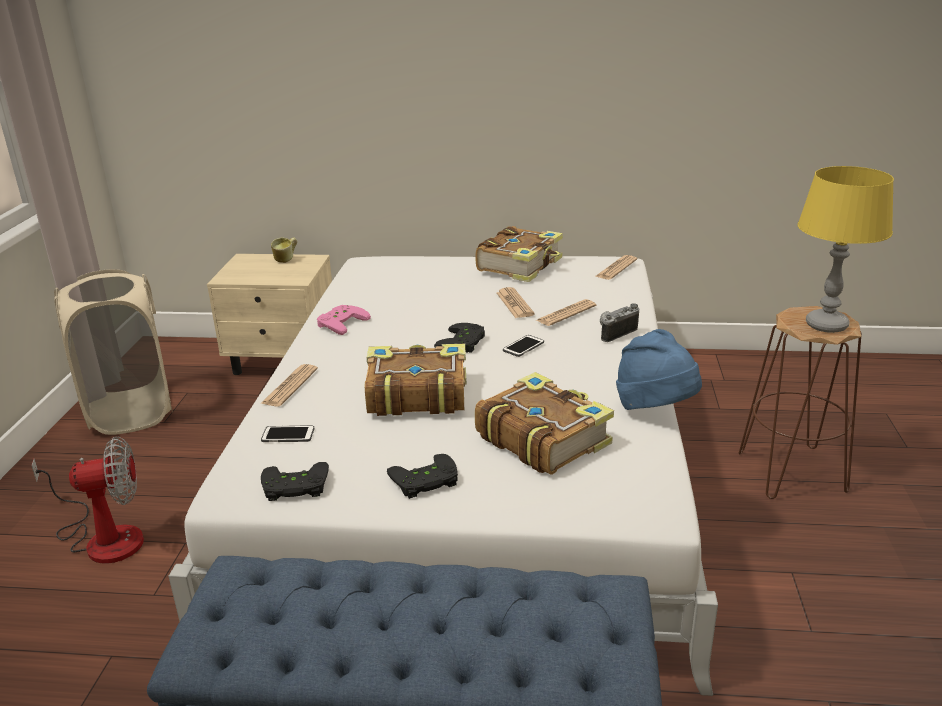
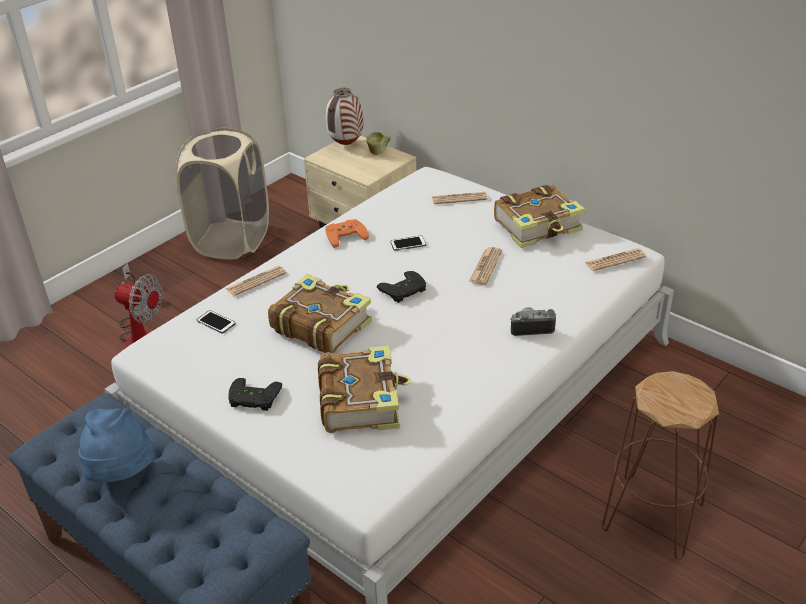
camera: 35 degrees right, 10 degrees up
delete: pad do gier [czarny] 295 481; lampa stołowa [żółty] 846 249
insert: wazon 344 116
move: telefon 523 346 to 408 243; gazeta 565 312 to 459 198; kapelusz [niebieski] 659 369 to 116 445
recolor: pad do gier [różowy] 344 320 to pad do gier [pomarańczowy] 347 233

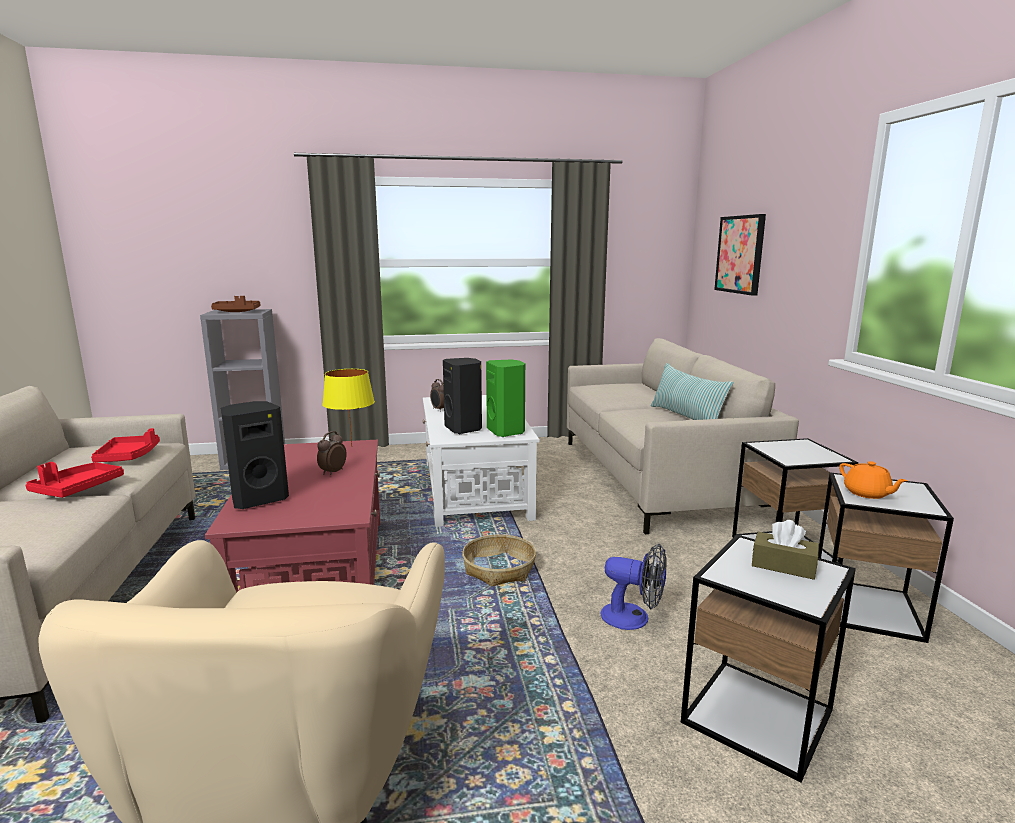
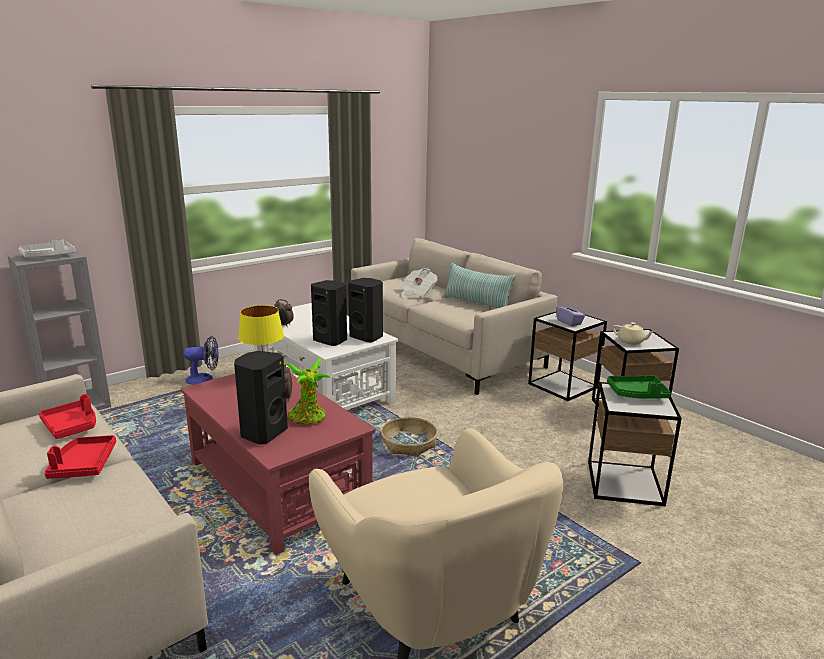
camera: 30 degrees left, 5 degrees up
delete: obraz 740 255
insert: roślina doniczkowa 307 391; gazeta 419 283; pudełko chusteczek [fioletowy] 570 314
move: wentylator 634 587 to 200 360
replace: pudełko chusteczek [brązowy] 785 550 to taca [zielony] 639 387
recolor: taca [brązowy] 235 304 to taca [szary] 47 249; głośnik [zielony] 505 398 to głośnik [czarny] 365 310; imbryk [pomarańczowy] 873 480 to imbryk [beżowy] 634 333

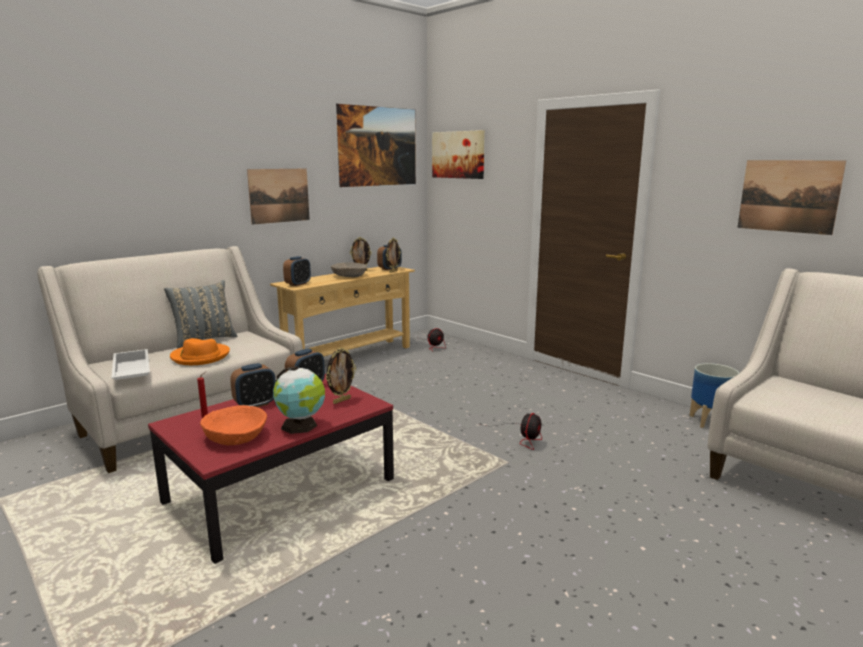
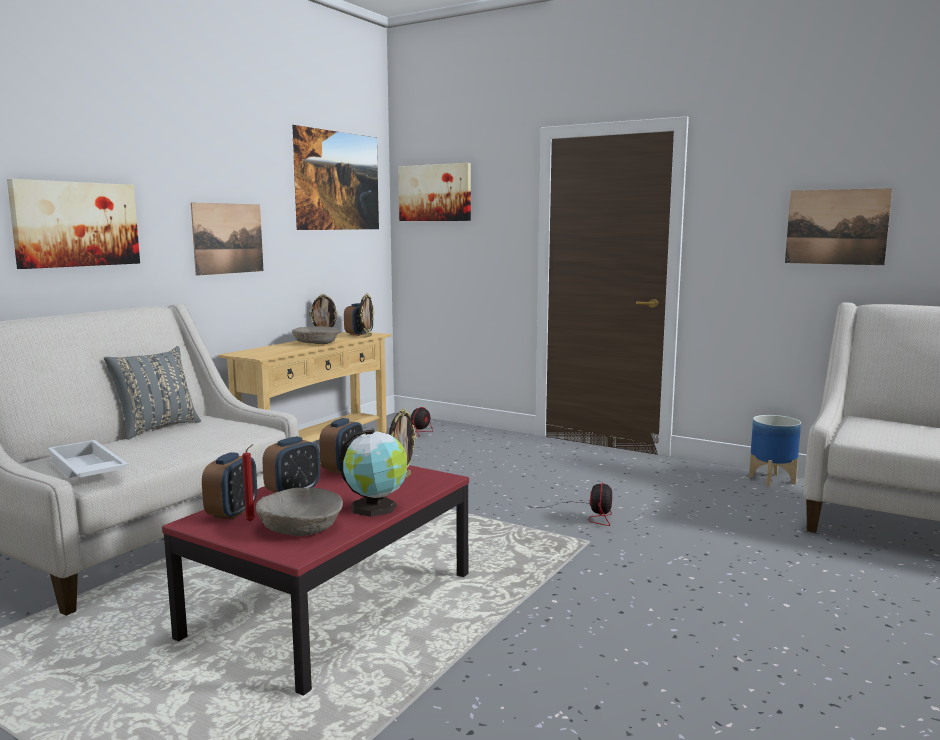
camera: 15 degrees left, 5 degrees down
delete: kapelusz [pomarańczowy] 200 351
insert: obraz 73 224
move: budzik 297 271 to 229 486
recolor: miska [pomarańczowy] 233 425 to miska [beżowy] 299 511

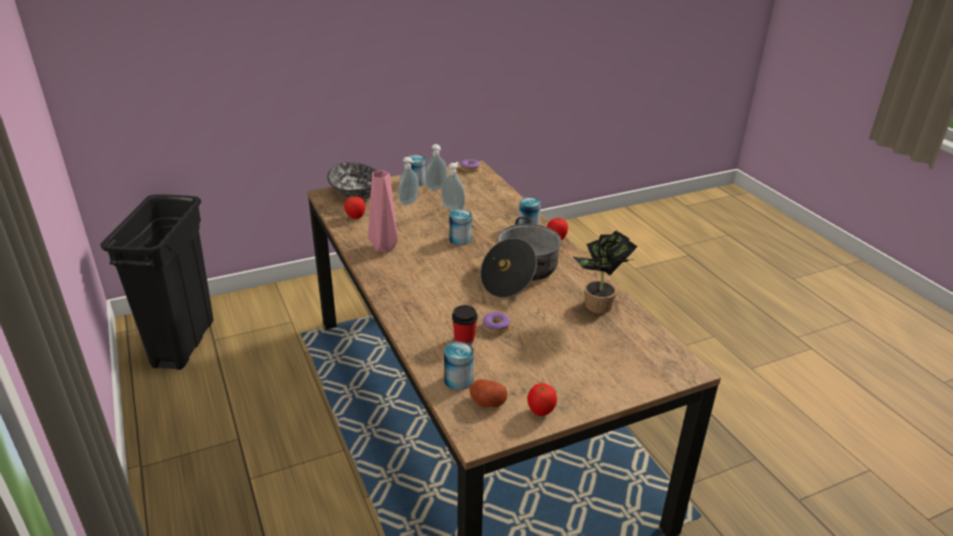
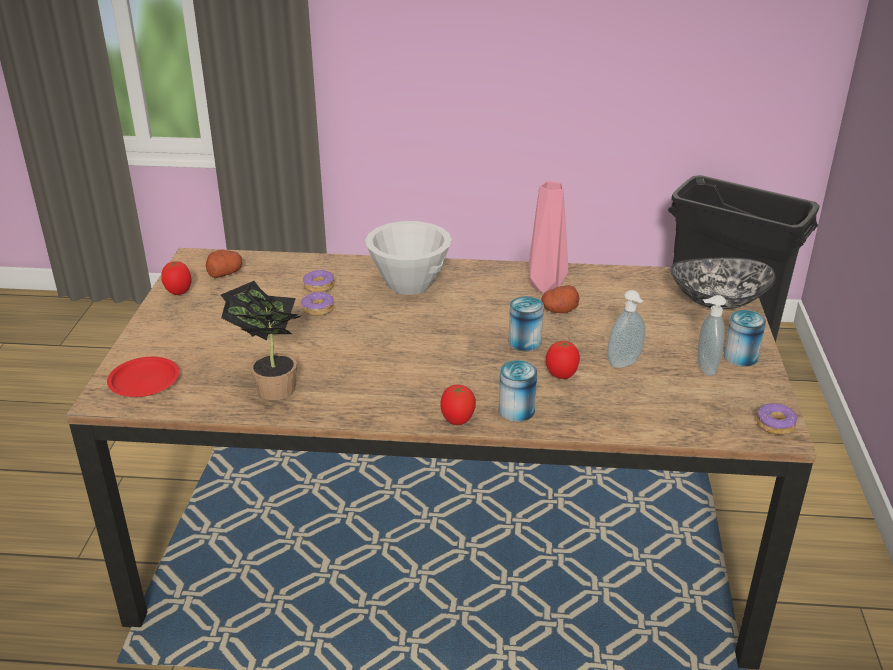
camera: 120 degrees right, 0 degrees up
delete: dozownik mydła 408 181; puszka 458 366; garnek 521 257
insert: talerz [czerwony] 143 377; miska [biały] 408 258; ziemniak 560 299
move: pomidor 354 207 to 563 360
replace: filiżanka 465 325 to donut 318 281

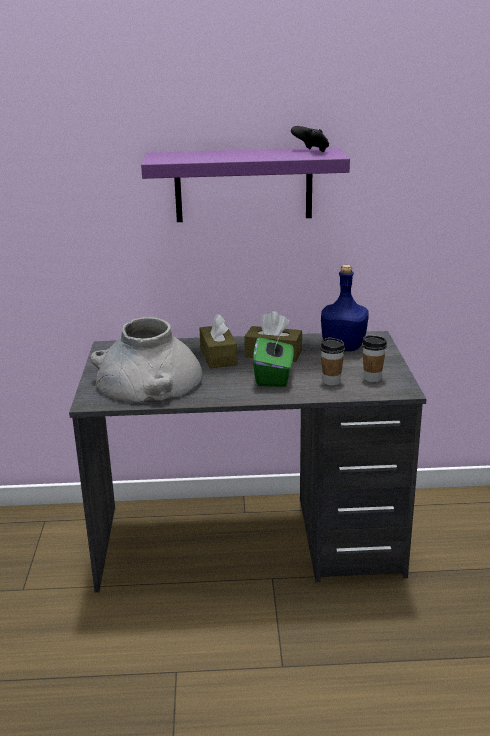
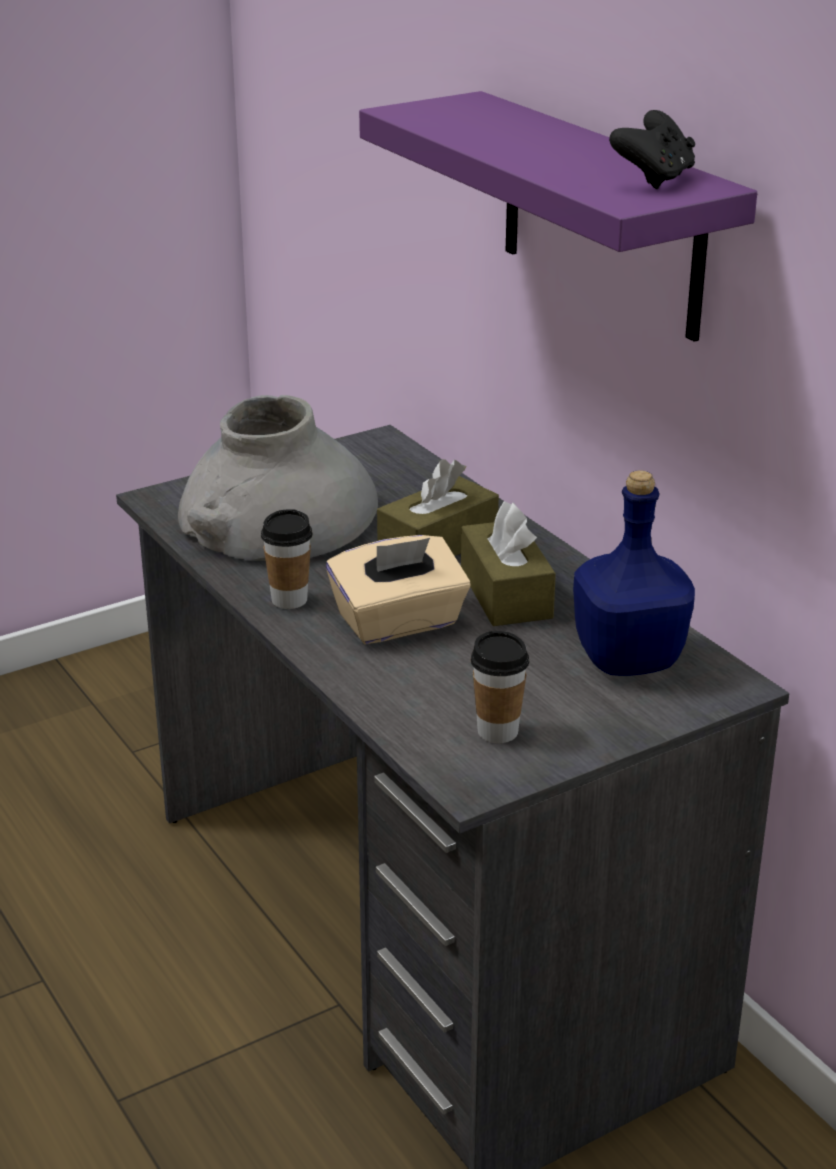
camera: 60 degrees right, 5 degrees up
move: filiżanka 332 361 to 286 559
recolor: pudełko chusteczek [zielony] 273 361 to pudełko chusteczek [beżowy] 398 589

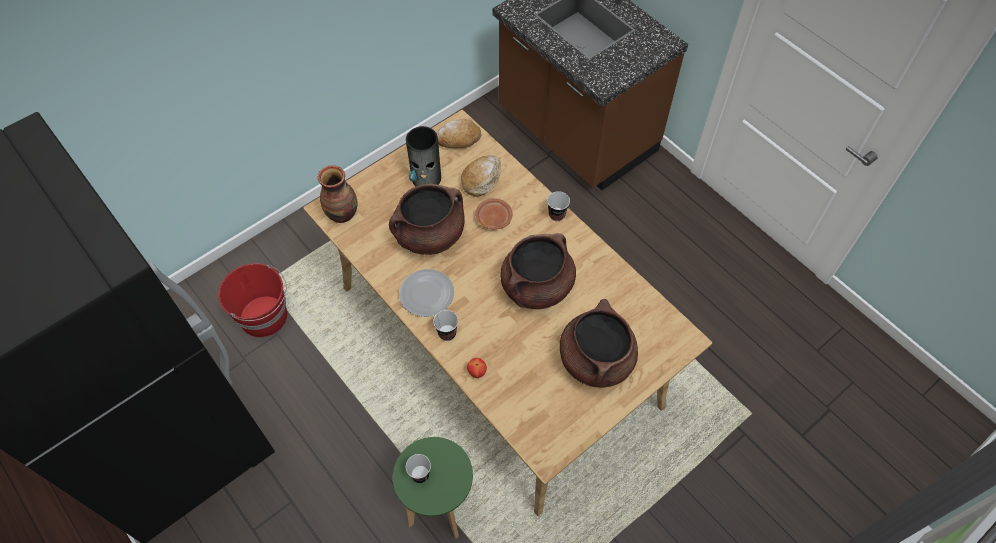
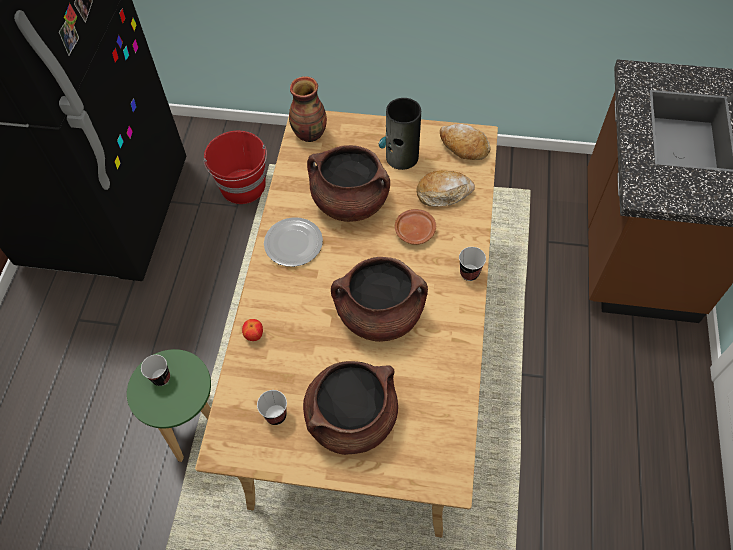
camera: 50 degrees right, 0 degrees up
move: filiżanka 445 325 to 272 407

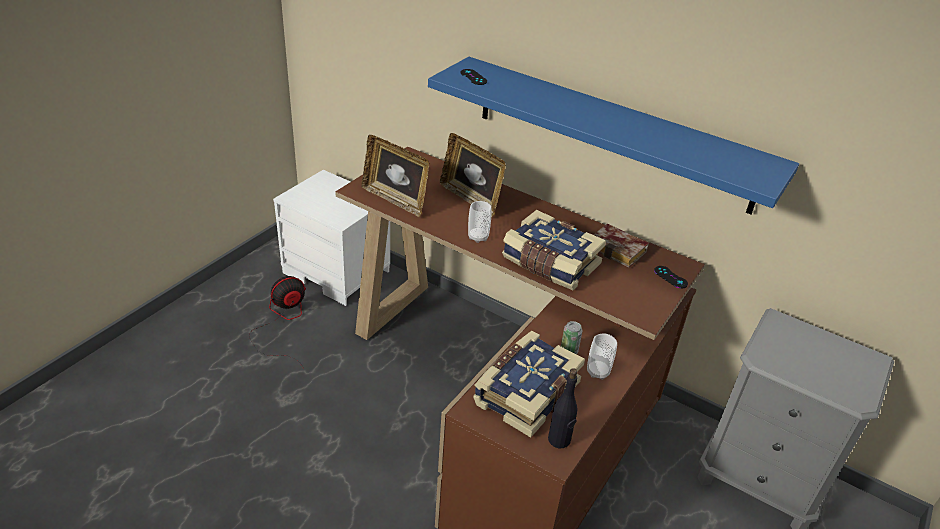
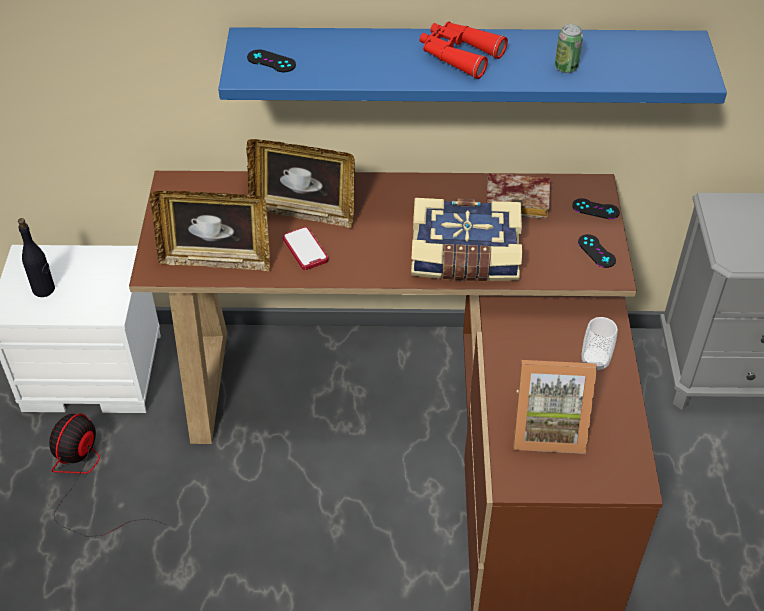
camera: 30 degrees left, 10 degrees up
delete: filiżanka 479 222
insert: telefon 305 248; lornetka [czerwony] 464 50; pad do gier [czarny] 597 251
move: butelka [czarny] 563 408 to 36 257; puszka 571 338 to 569 48
replace: książka 529 384 to ramka na zdjęcie 555 407

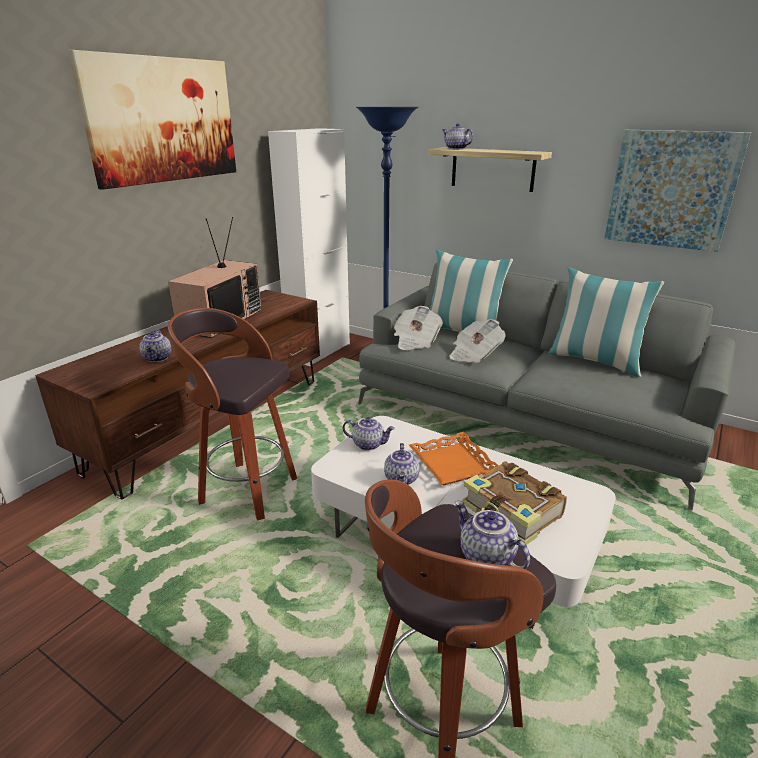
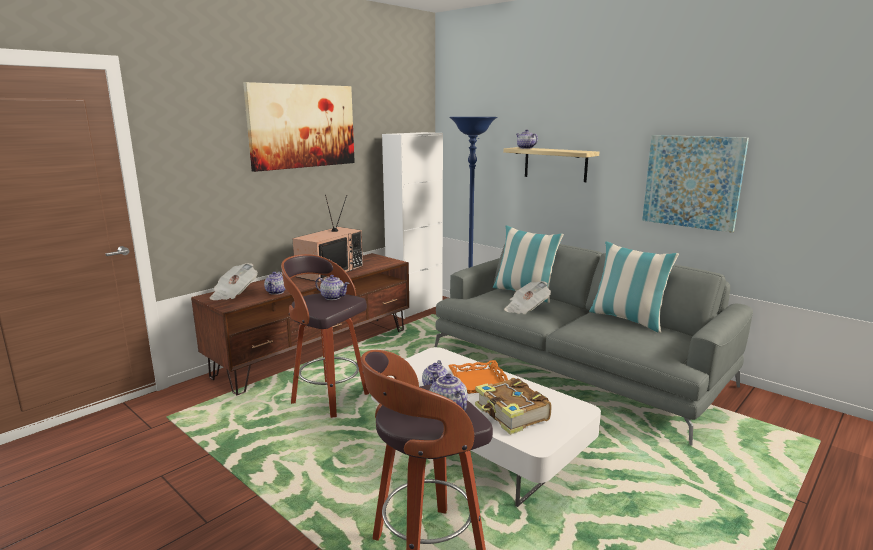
camera: 10 degrees right, 10 degrees down
move: imbryk 369 434 to 332 287; gazeta 418 328 to 234 281

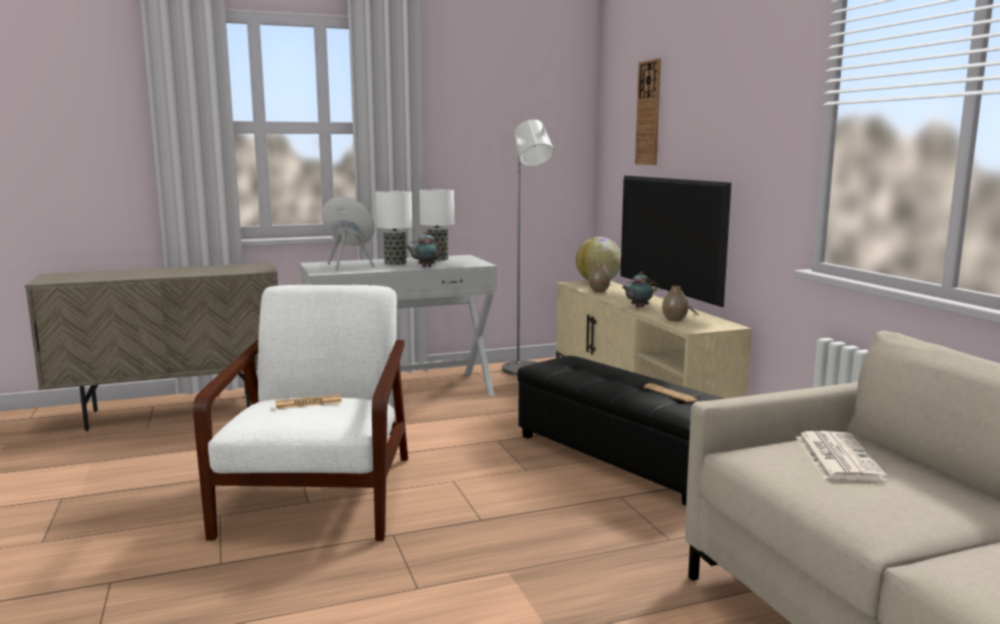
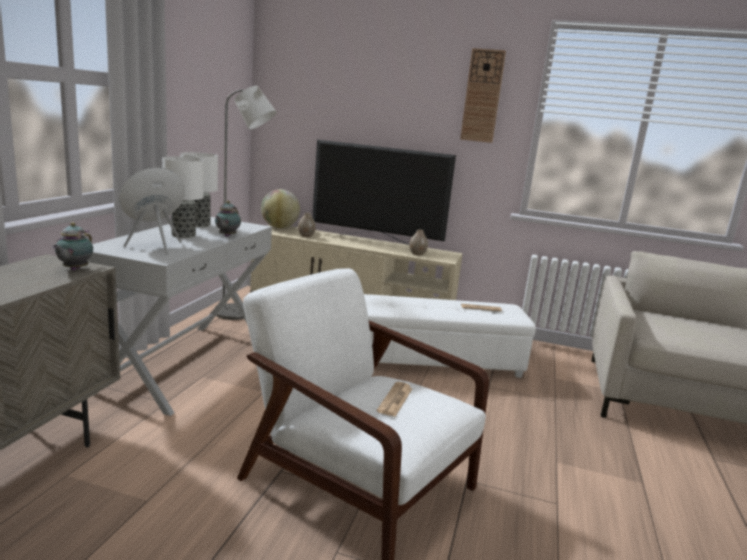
camera: 55 degrees left, 5 degrees up
delete: gazeta 842 456
move: imbryk 639 290 to 72 246; zegar ścienny 648 111 to 483 95
recolor: pufa [czarny] 621 430 to pufa [biały] 450 336

